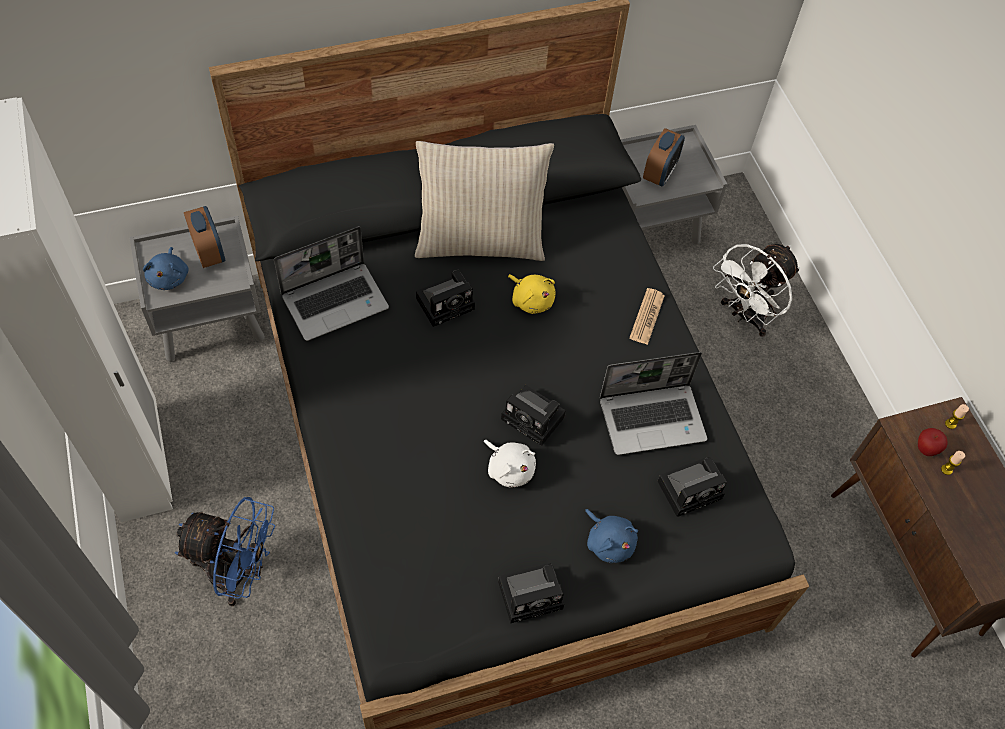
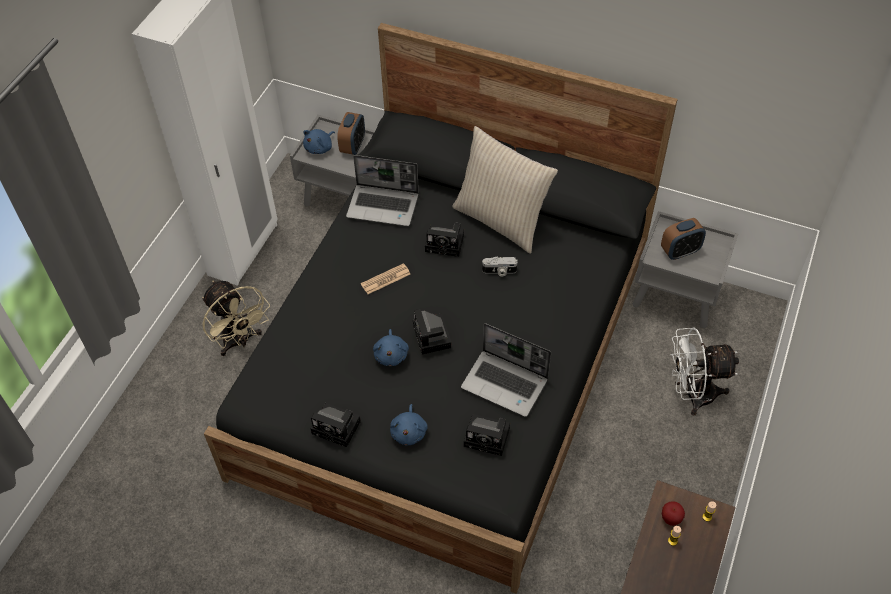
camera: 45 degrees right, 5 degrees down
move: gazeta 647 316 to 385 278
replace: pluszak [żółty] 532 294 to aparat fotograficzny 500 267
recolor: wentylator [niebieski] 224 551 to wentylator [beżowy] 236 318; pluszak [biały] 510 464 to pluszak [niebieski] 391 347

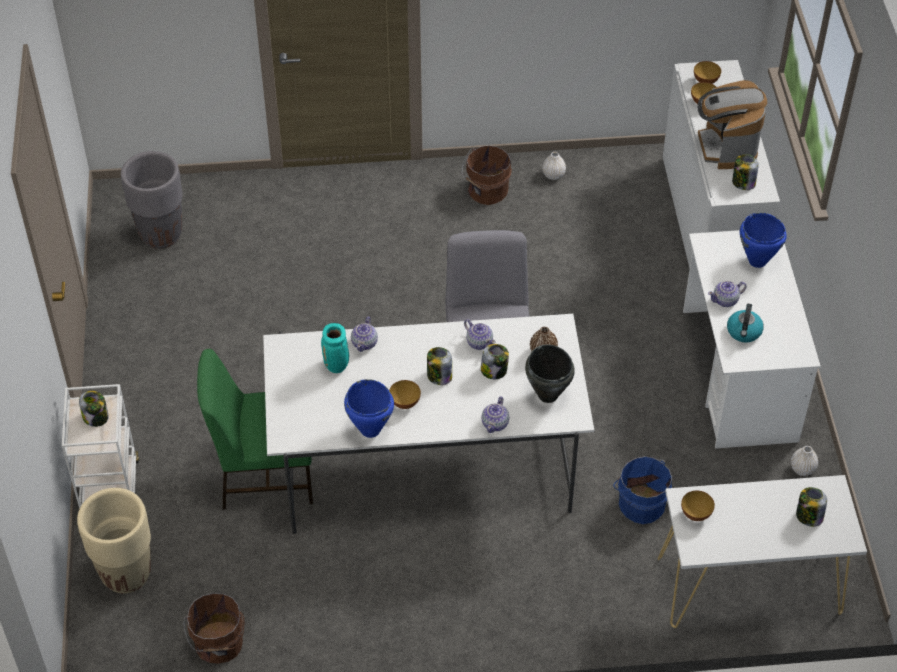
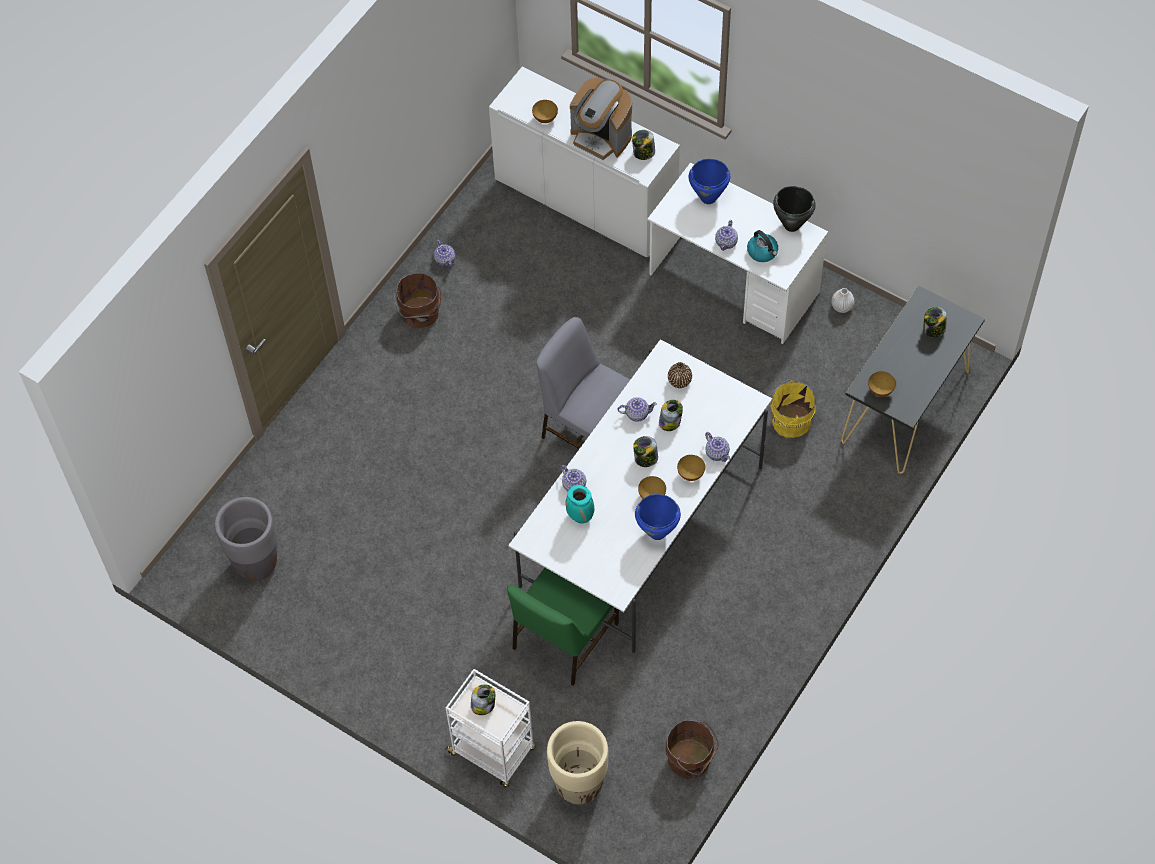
camera: 50 degrees left, 10 degrees up
move: garnek [czarny] 550 374 to 794 209; miska 707 72 to 691 468
replace: wazon [biały] 554 166 to imbryk 444 254
recolor: wiadro [niebieski] 642 490 to wiadro [żółty] 792 408; stolik konsolowy [biały] 762 551 to stolik konsolowy [czarny] 913 380

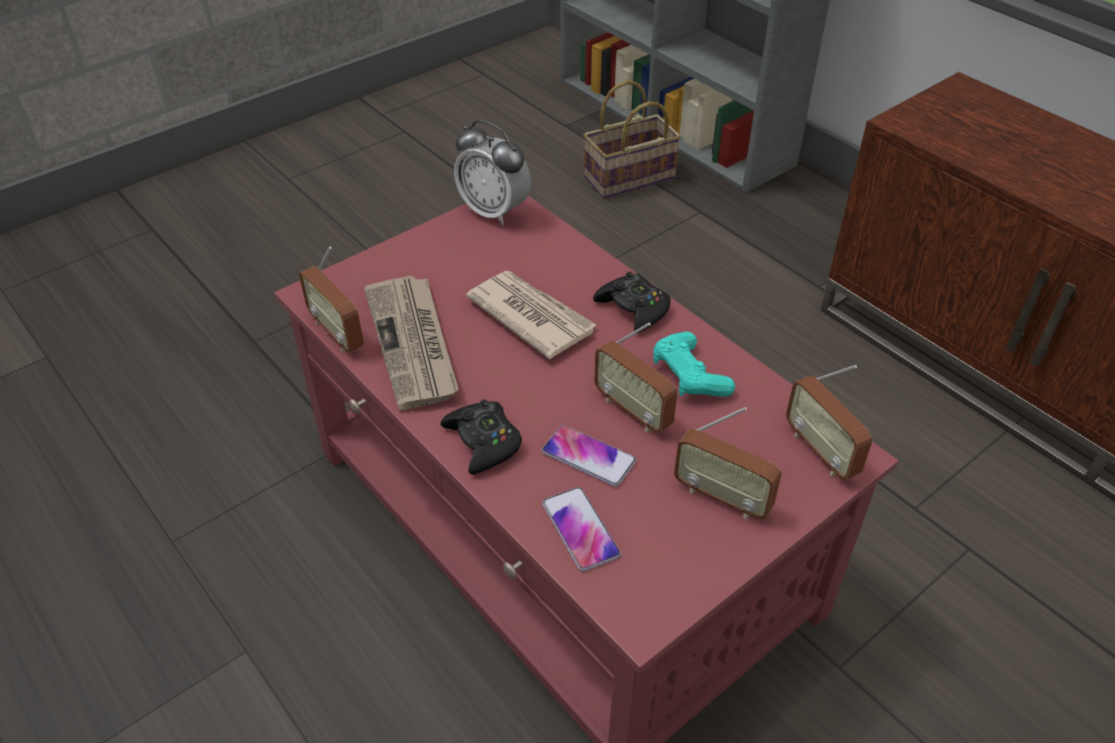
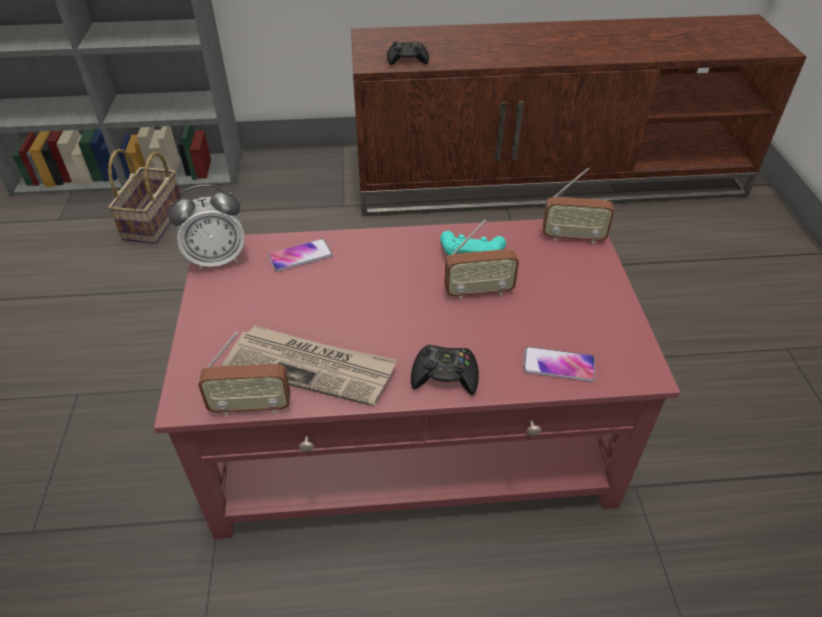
camera: 55 degrees left, 0 degrees up
delete: gazeta 531 315; radio 728 463
move: telefon 589 456 to 300 255; pad do gier [czarny] 632 302 to 408 53

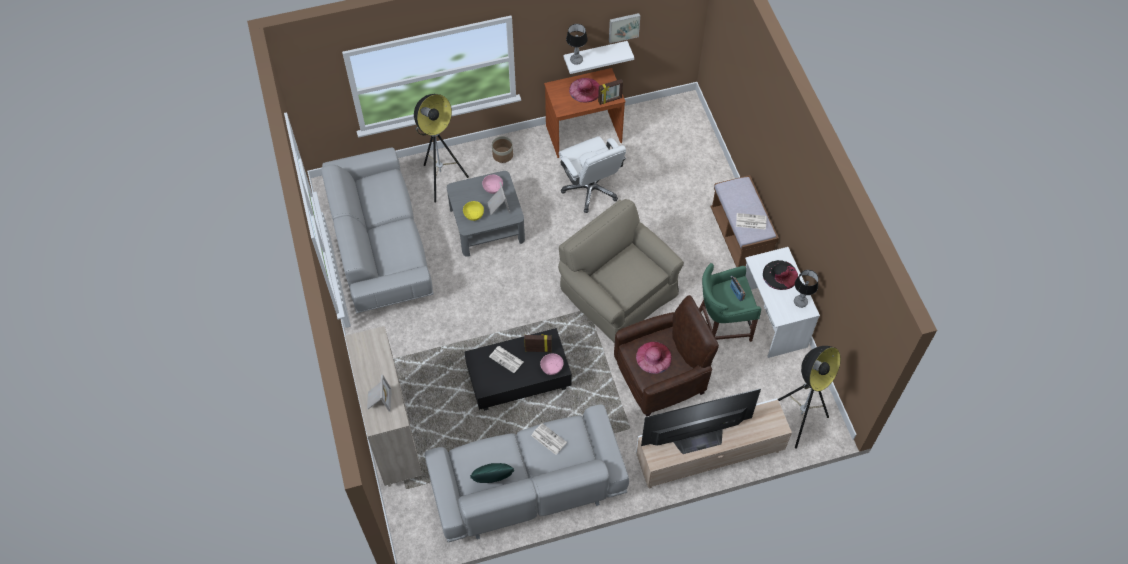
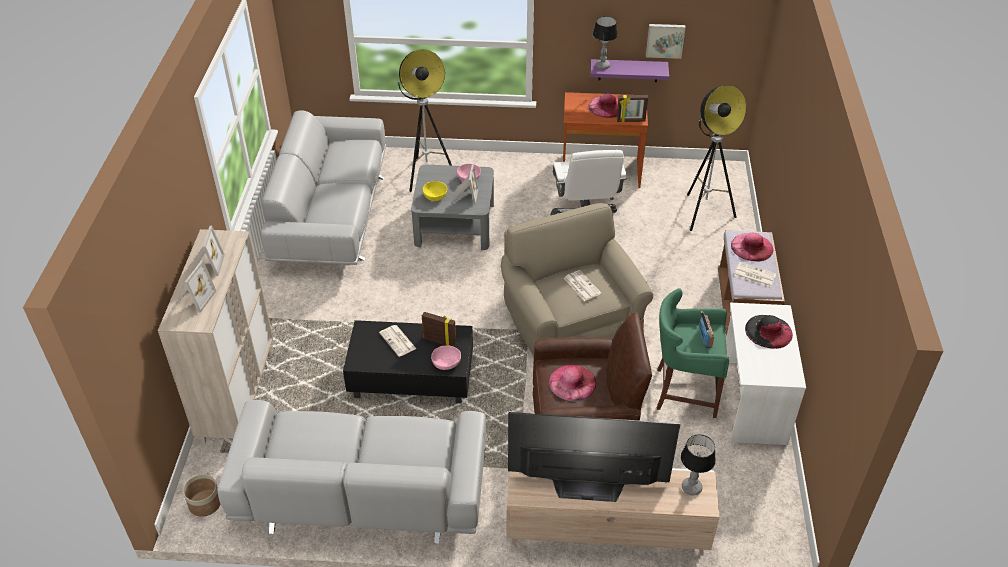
camera: 20 degrees right, 15 degrees down
delete: poduszka [zielony] 492 473
insert: ramka na zdjęcie 207 250; kapelusz [różowy] 752 247
move: donica 502 149 to 202 495; gazeta 549 439 to 582 285; lampa stojąca 809 397 to 716 158; lampa stołowa 806 289 to 698 465
recolor: półka [biały] 599 57 to półka [fioletowy] 630 70

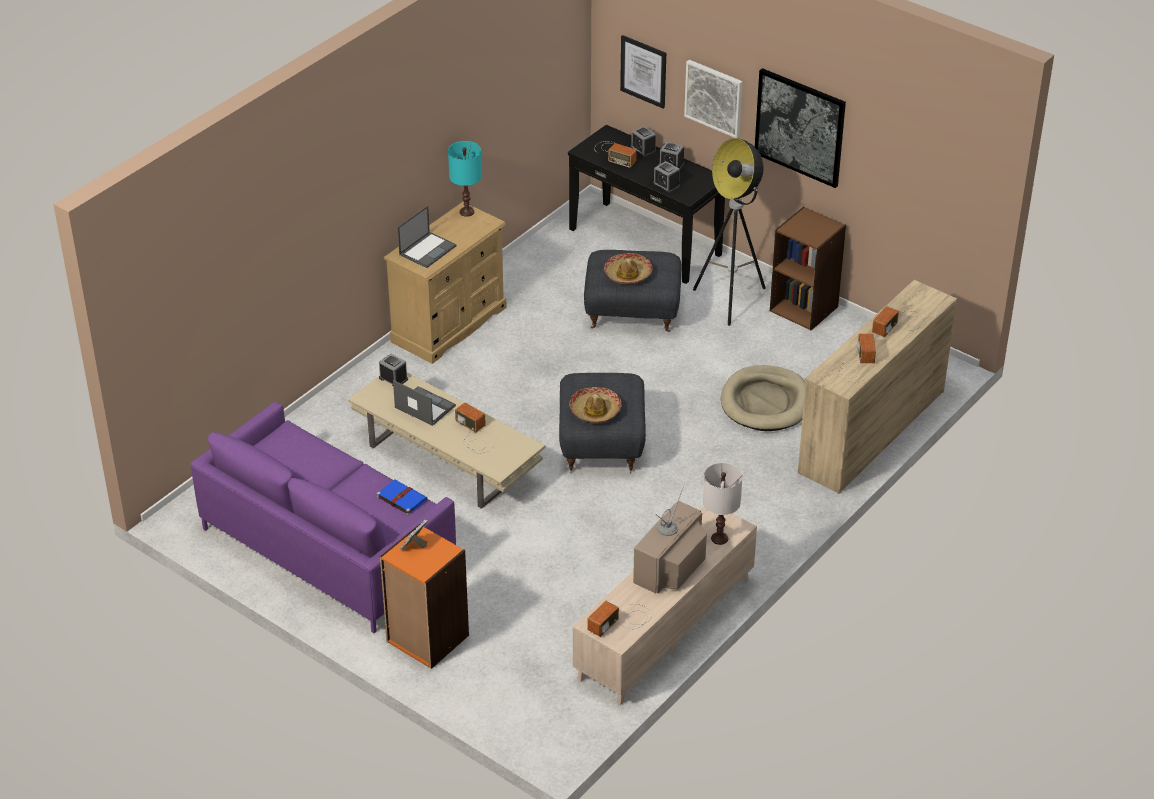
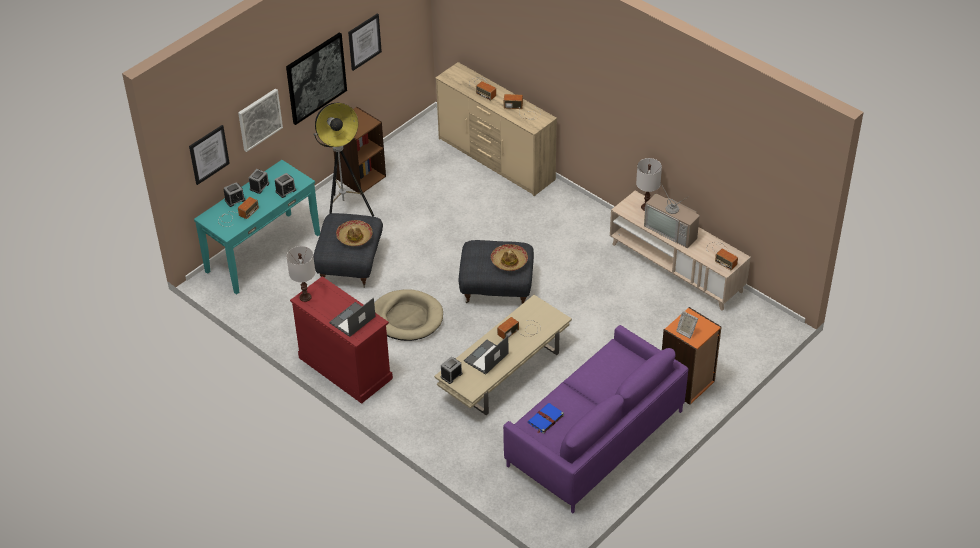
camera: 85 degrees left, 5 degrees up
insert: obraz 365 42
move: książka [niebieski] 402 497 to 546 418; legowisko [beżowy] 763 398 to 408 315
recolor: komoda [beżowy] 445 283 to komoda [czerwony] 341 340; lampa stołowa [turkusowy] 465 179 to lampa stołowa [biały] 301 274; stolik konsolowy [czarny] 646 204 to stolik konsolowy [turkusowy] 257 227
rotate: laptop 427 237 = 352 317 90 degrees counterclockwise

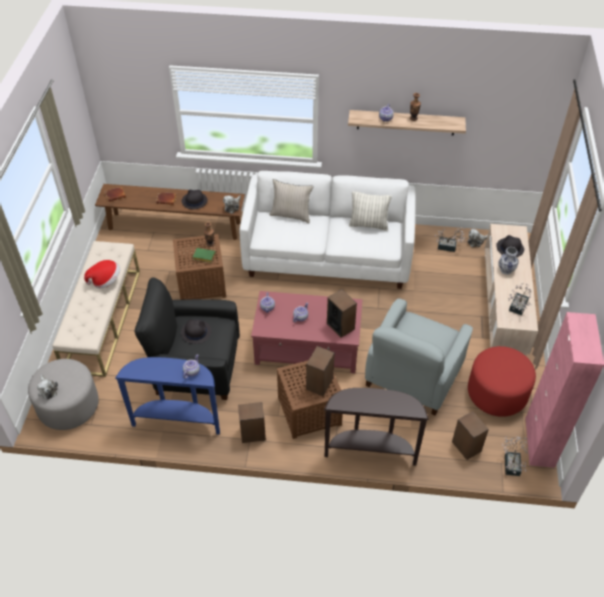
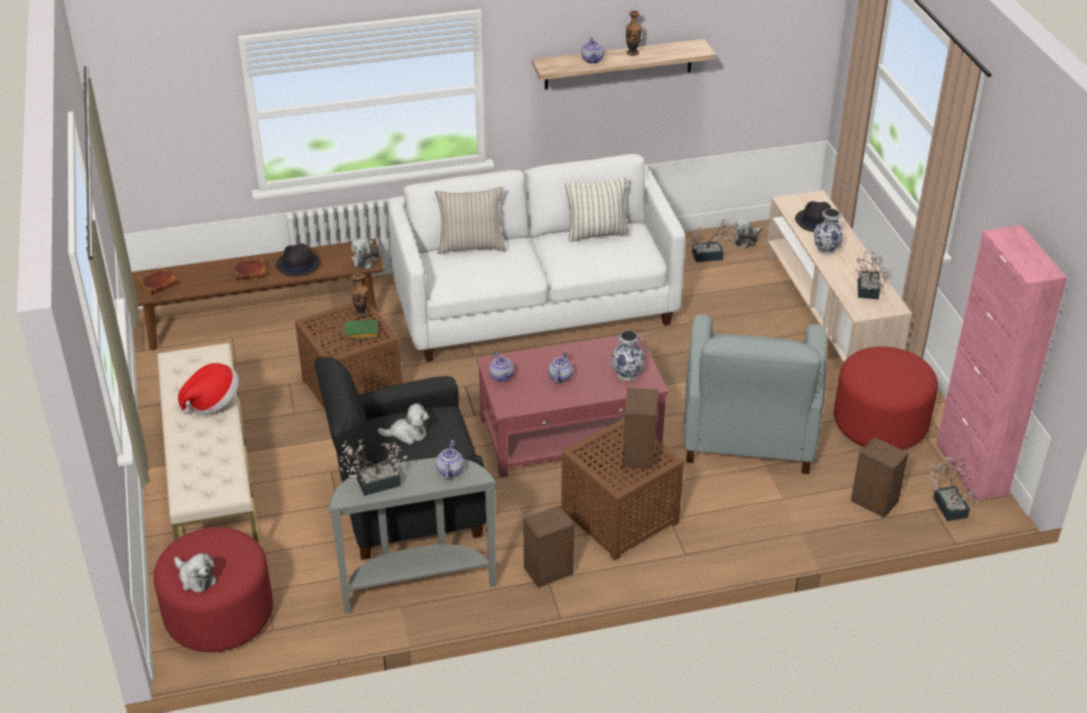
camera: 20 degrees left, 10 degrees down
delete: stolik konsolowy [brązowy] 376 427
insert: roślina doniczkowa 373 468
replace: kapelusz [czarny] 196 331 to pluszak 403 423; głośnik 342 313 to wazon 627 355
recolor: pufa [szary] 63 394 to pufa [czerwony] 213 589; stolik konsolowy [niebieski] 167 396 to stolik konsolowy [szary] 412 536

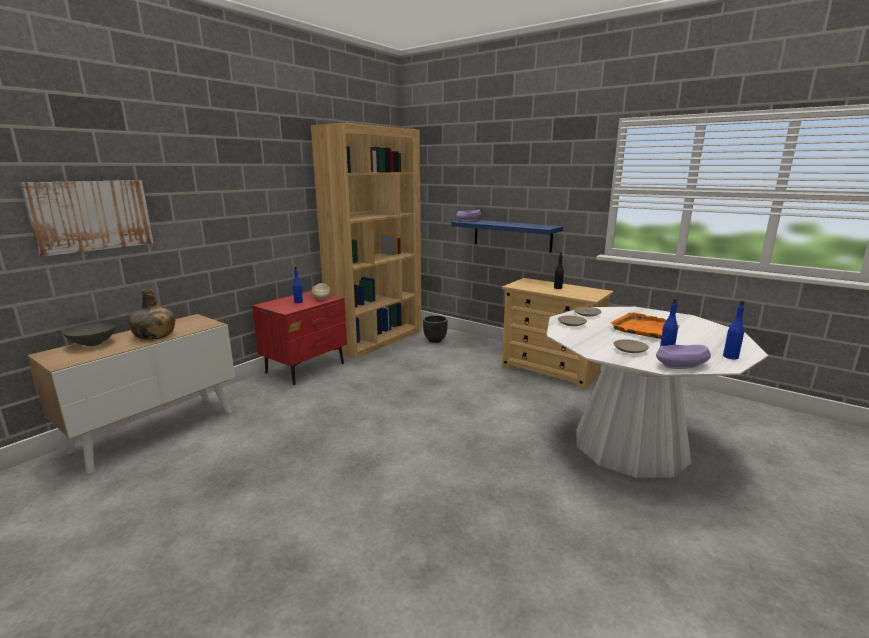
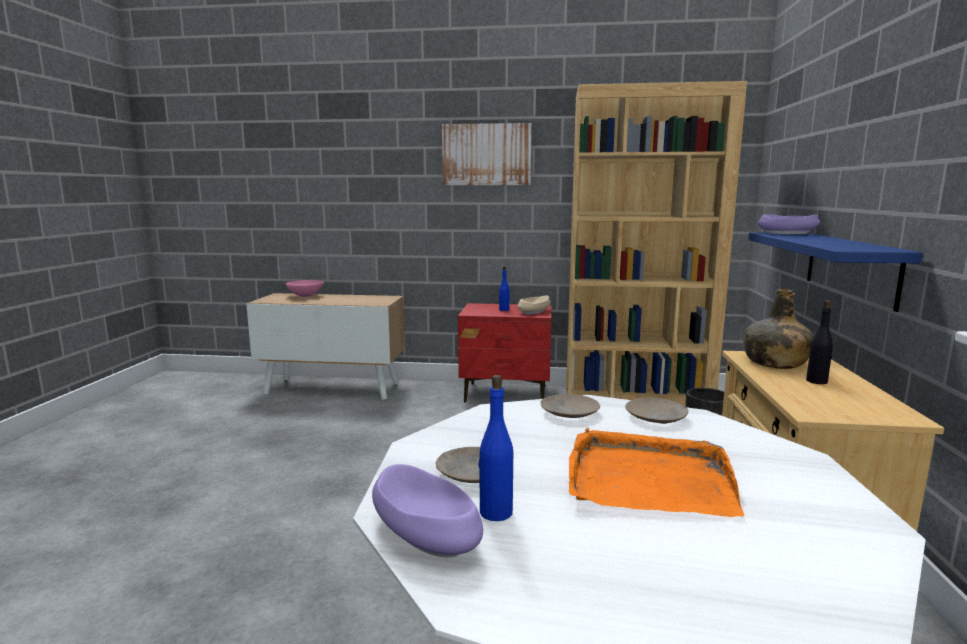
camera: 60 degrees right, 5 degrees down
delete: butelka [niebieski] 734 330
move: obraz 87 218 to 487 154; butelka [zielony] 152 314 to 778 329
recolor: miska [szary] 89 334 to miska [różowy] 304 288

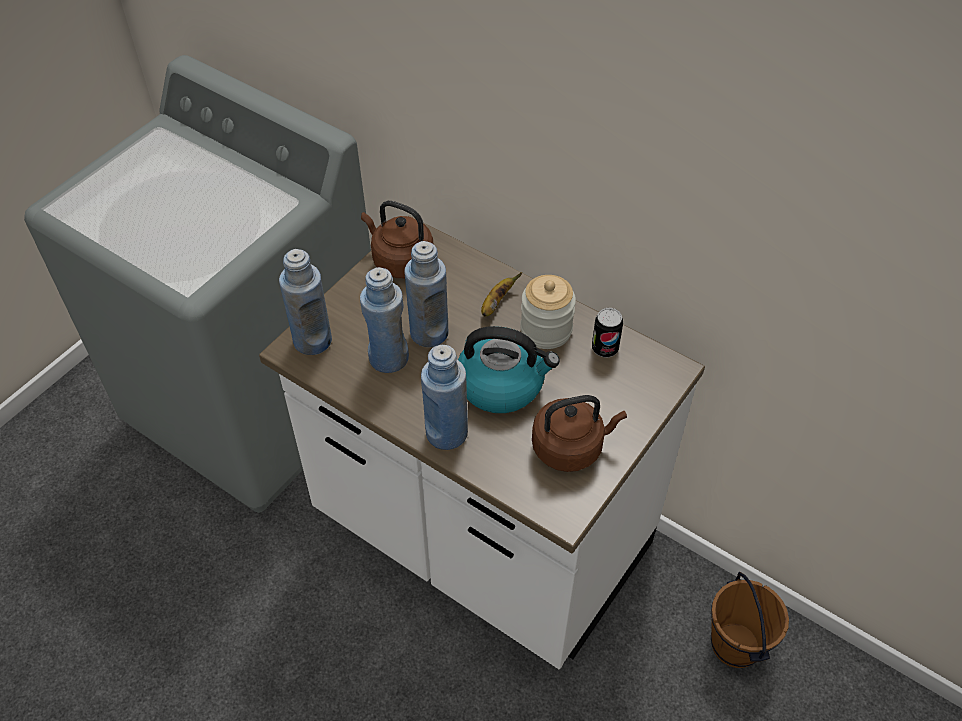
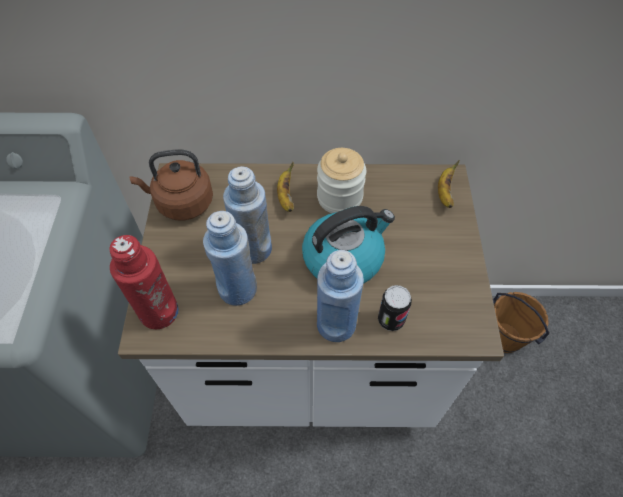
camera: 35 degrees left, 5 degrees up
delete: czajnik [brązowy] 579 433
insert: banan 448 184
move: puszka 607 332 to 395 308
recolor: butelka [niebieski] 305 302 to butelka [czerwony] 144 282

